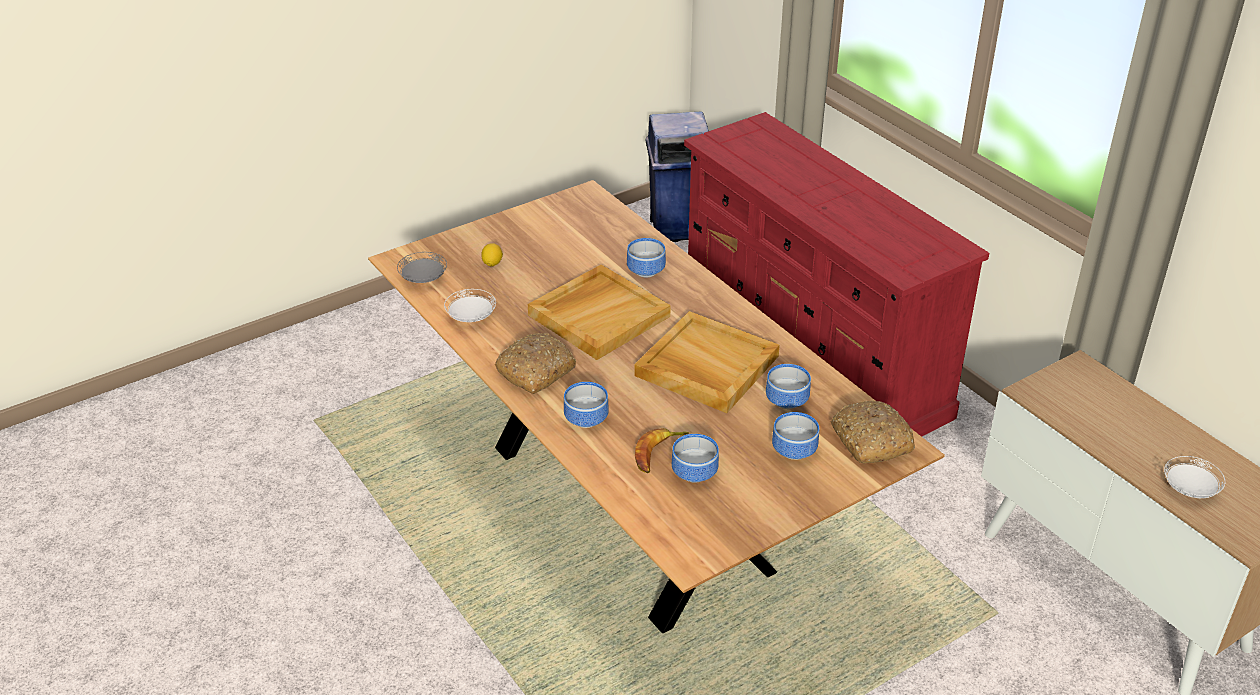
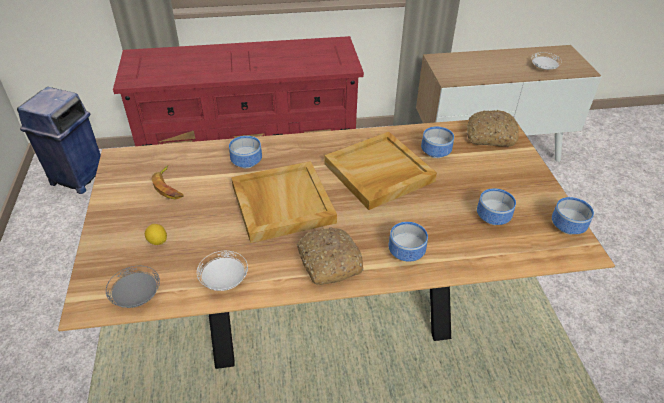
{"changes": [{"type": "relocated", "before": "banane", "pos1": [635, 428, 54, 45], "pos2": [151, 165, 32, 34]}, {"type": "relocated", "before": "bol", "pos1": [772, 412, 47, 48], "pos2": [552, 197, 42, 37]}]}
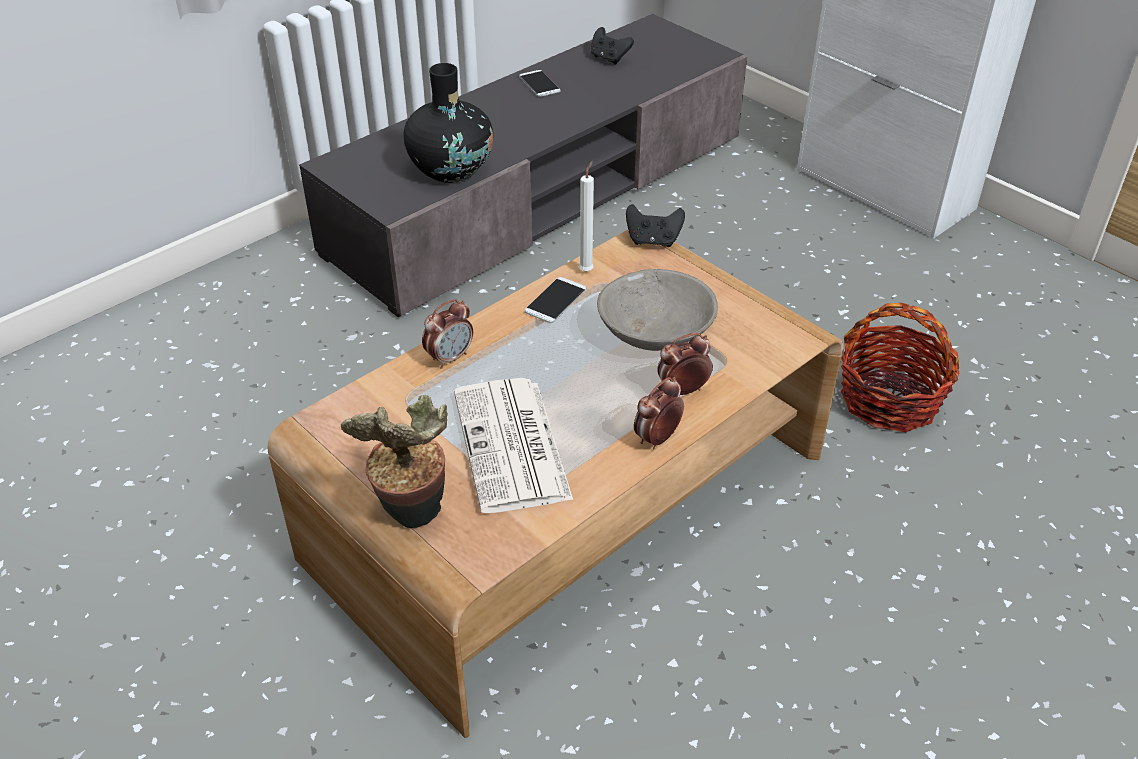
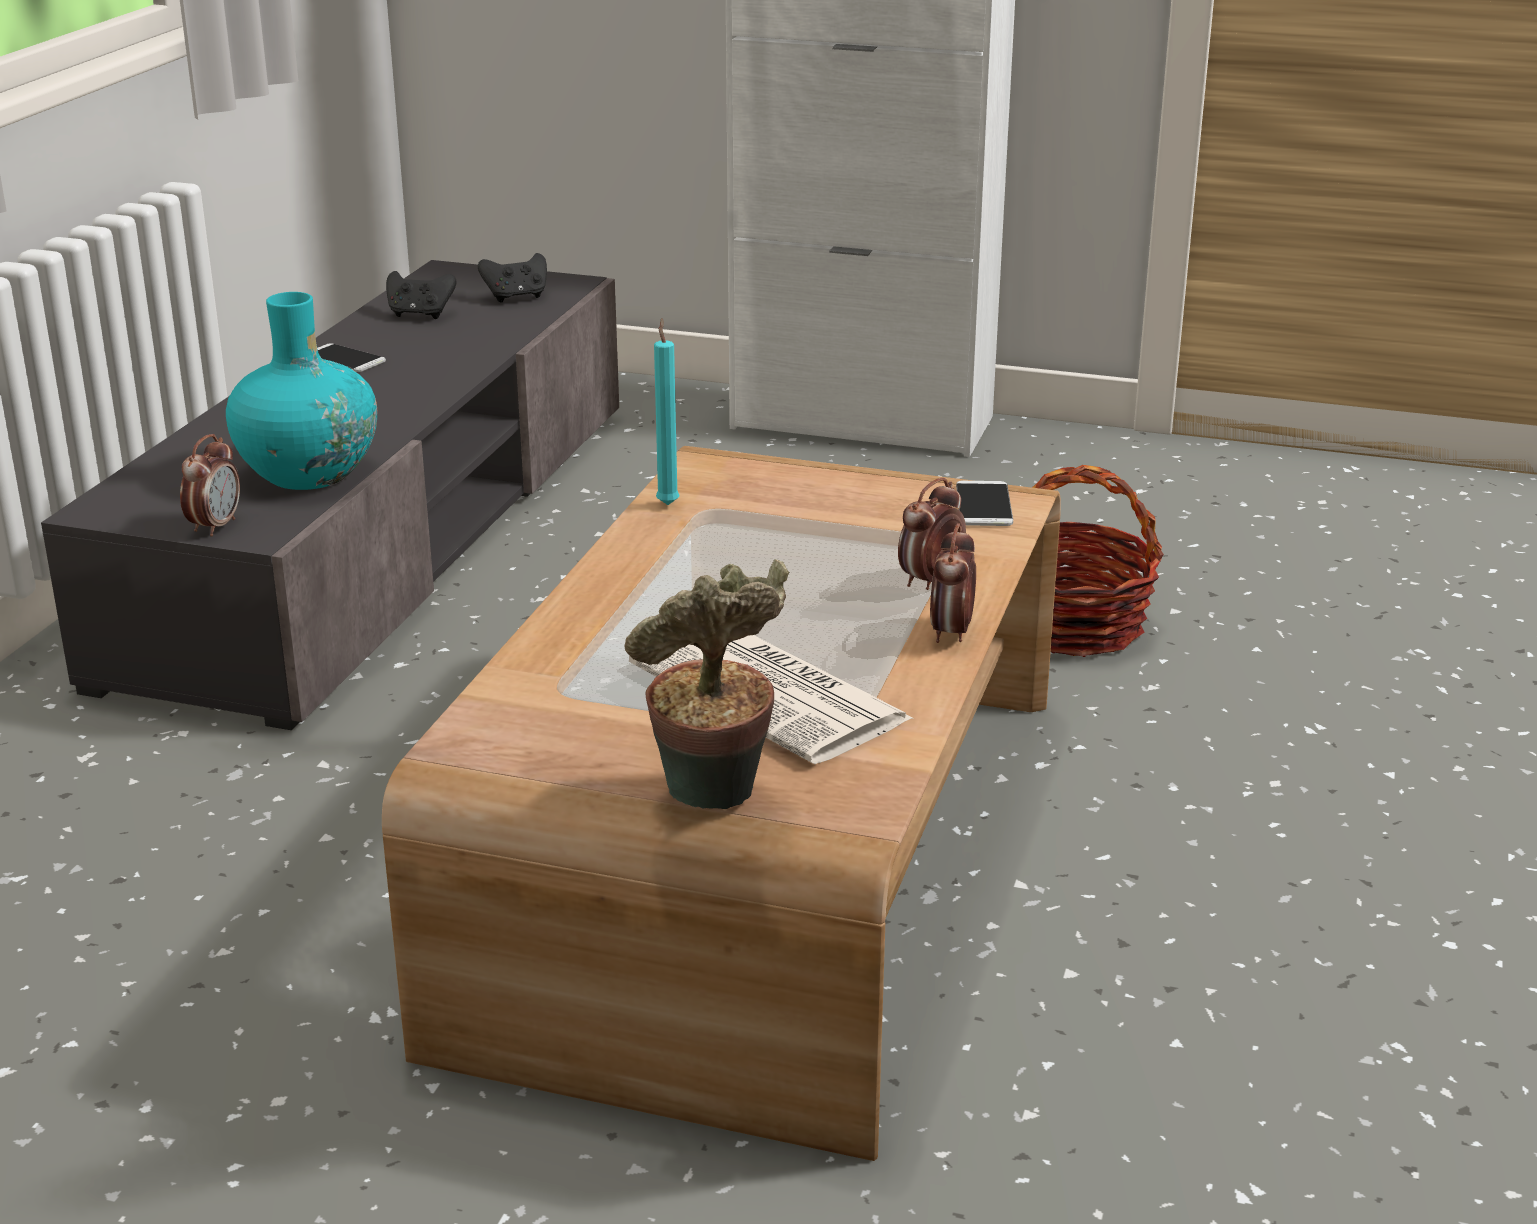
{"changes": [{"type": "relocated", "before": "réveil", "pos1": [422, 299, 51, 70], "pos2": [180, 434, 60, 103]}, {"type": "colour", "before": "vase (noir)", "after": "vase (turquoise)", "pos1": [403, 63, 90, 120], "pos2": [226, 292, 151, 198]}, {"type": "relocated", "before": "manette (noir)", "pos1": [626, 204, 59, 43], "pos2": [478, 253, 69, 50]}, {"type": "colour", "before": "bougie (blanc)", "after": "bougie (turquoise)", "pos1": [579, 161, 15, 111], "pos2": [654, 318, 26, 187]}, {"type": "relocated", "before": "téléphone", "pos1": [525, 277, 61, 46], "pos2": [956, 481, 57, 45]}, {"type": "missing", "before": "bol (gris)", "pos1": [597, 269, 121, 82]}]}
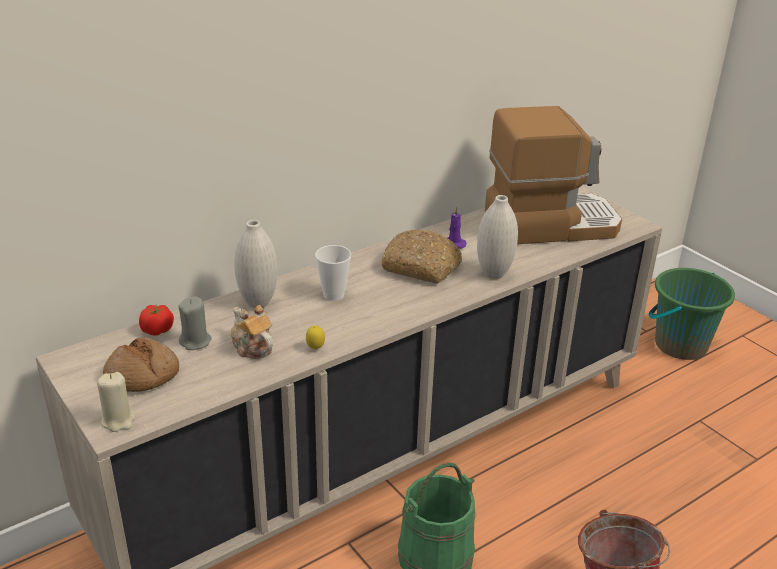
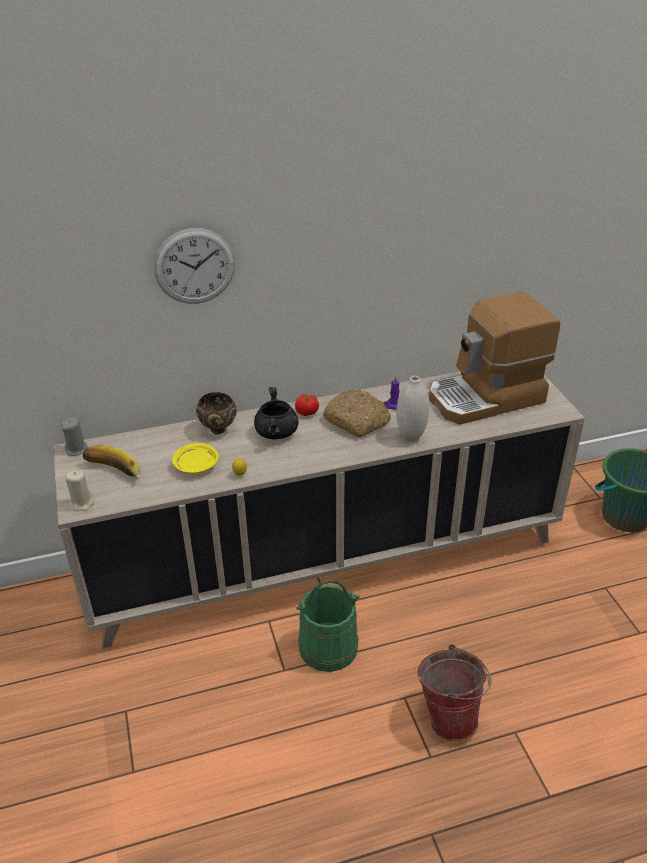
{"changes": [{"type": "relocated", "before": "bougie (gris)", "pos1": [178, 296, 34, 54], "pos2": [61, 417, 28, 39]}, {"type": "exchanged", "before": "pain", "after": "banane", "pos1": [103, 337, 76, 55], "pos2": [83, 445, 58, 33]}, {"type": "appeared", "after": "horloge murale", "pos2": [154, 228, 81, 76]}, {"type": "exchanged", "before": "théière", "after": "assiette (jaune)", "pos1": [231, 305, 42, 54], "pos2": [172, 443, 47, 31]}, {"type": "exchanged", "before": "vase (blanc)", "after": "bol (marron)", "pos1": [234, 220, 43, 88], "pos2": [196, 392, 41, 43]}, {"type": "exchanged", "before": "tasse", "after": "marmite (noir)", "pos1": [315, 245, 37, 56], "pos2": [254, 387, 45, 52]}, {"type": "relocated", "before": "tomate", "pos1": [139, 305, 35, 31], "pos2": [295, 394, 24, 22]}, {"type": "spun", "before": "machine à café", "pos1": [485, 106, 137, 138], "pos2": [429, 292, 131, 132], "turn": 150}]}
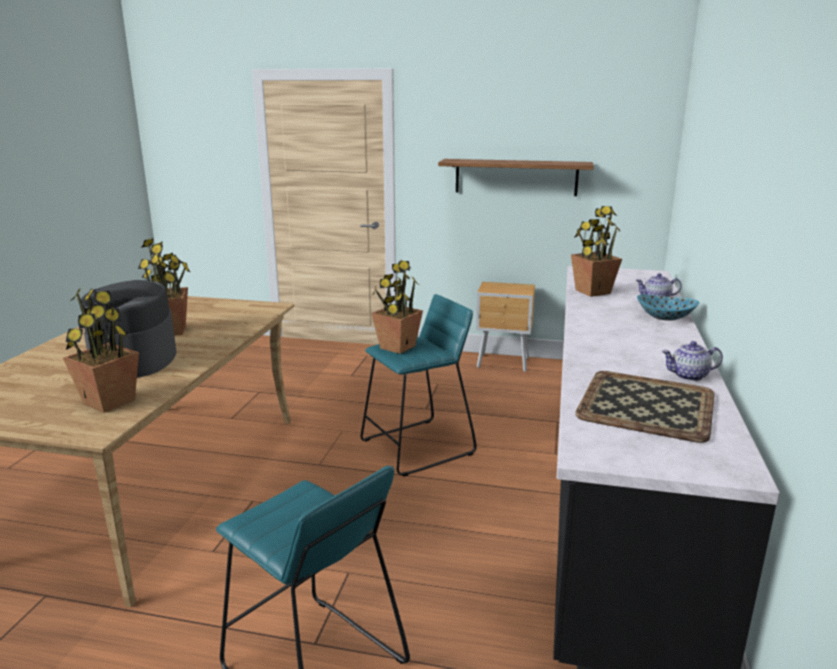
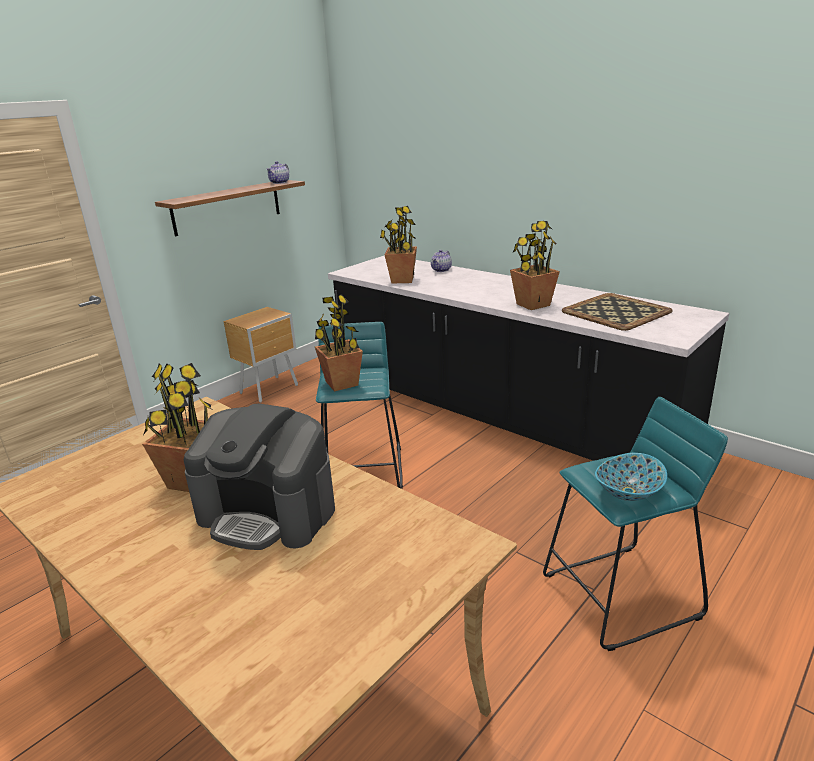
{"changes": [{"type": "relocated", "before": "théière", "pos1": [662, 341, 61, 40], "pos2": [266, 161, 23, 23]}, {"type": "relocated", "before": "plante en pot", "pos1": [63, 288, 76, 125], "pos2": [510, 221, 50, 89]}, {"type": "relocated", "before": "bol", "pos1": [637, 295, 62, 26], "pos2": [595, 453, 72, 48]}]}
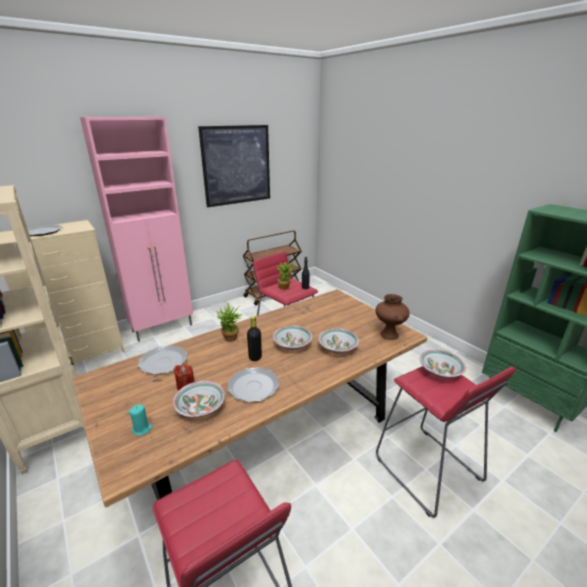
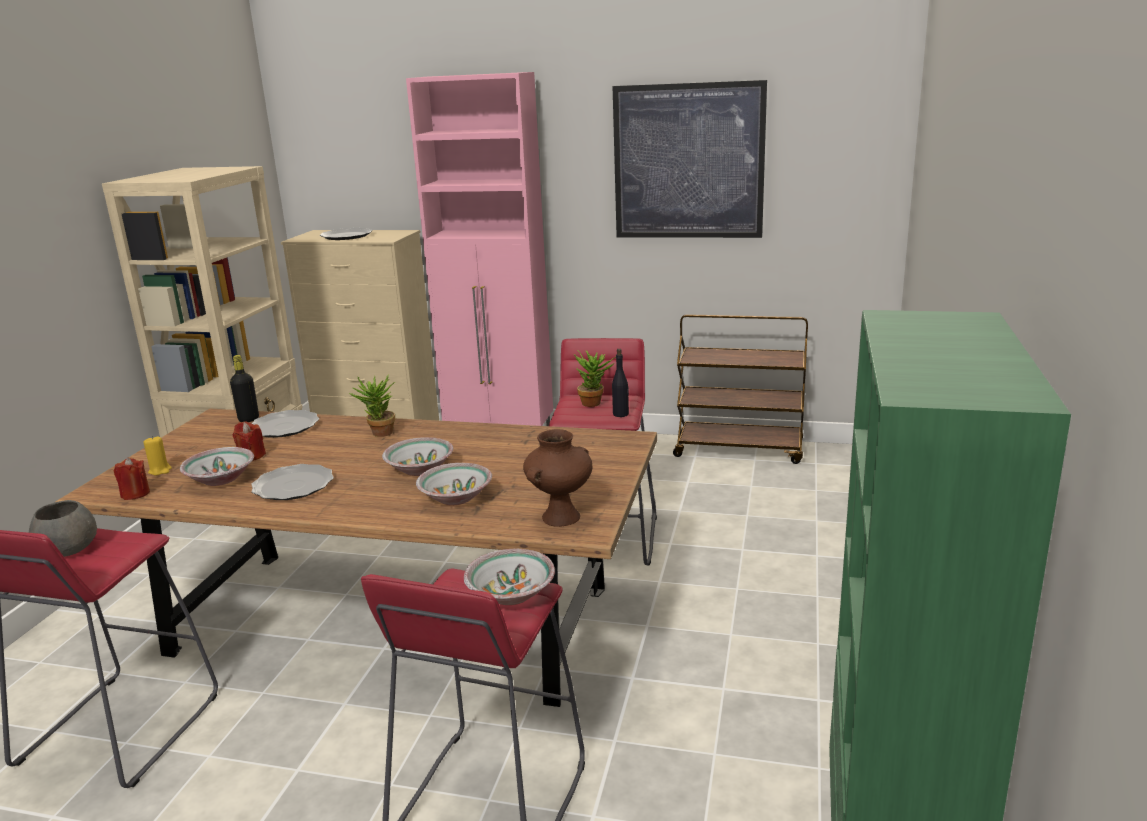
{"changes": [{"type": "appeared", "after": "bol (gris)", "pos2": [29, 500, 68, 57]}, {"type": "appeared", "after": "bougie (rouge)", "pos2": [114, 458, 36, 42]}, {"type": "colour", "before": "bougie (turquoise)", "after": "bougie (jaune)", "pos1": [129, 405, 24, 31], "pos2": [144, 436, 28, 40]}, {"type": "relocated", "before": "bouteille (noir)", "pos1": [247, 316, 15, 45], "pos2": [230, 355, 29, 67]}]}
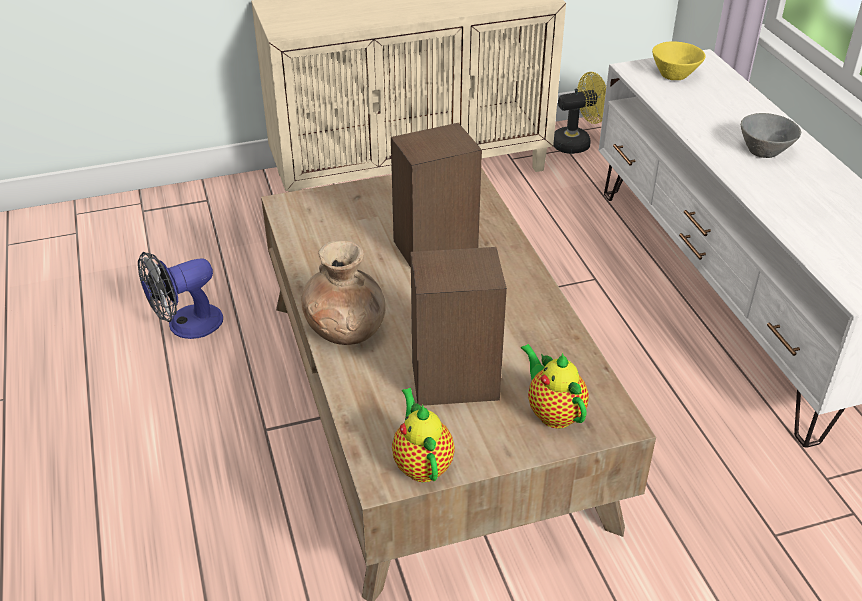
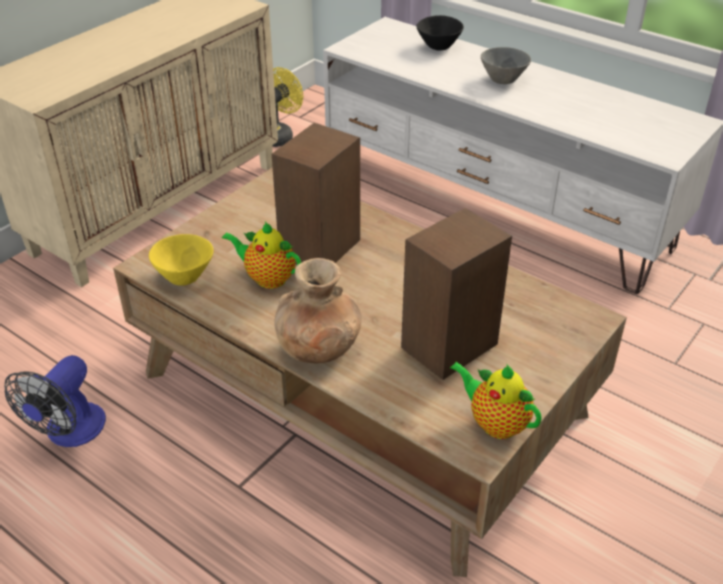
{"changes": [{"type": "relocated", "before": "bol (jaune)", "pos1": [652, 41, 54, 39], "pos2": [149, 234, 64, 52]}, {"type": "relocated", "before": "théière", "pos1": [521, 344, 68, 85], "pos2": [222, 222, 79, 67]}, {"type": "appeared", "after": "bol (noir)", "pos2": [417, 15, 47, 35]}]}
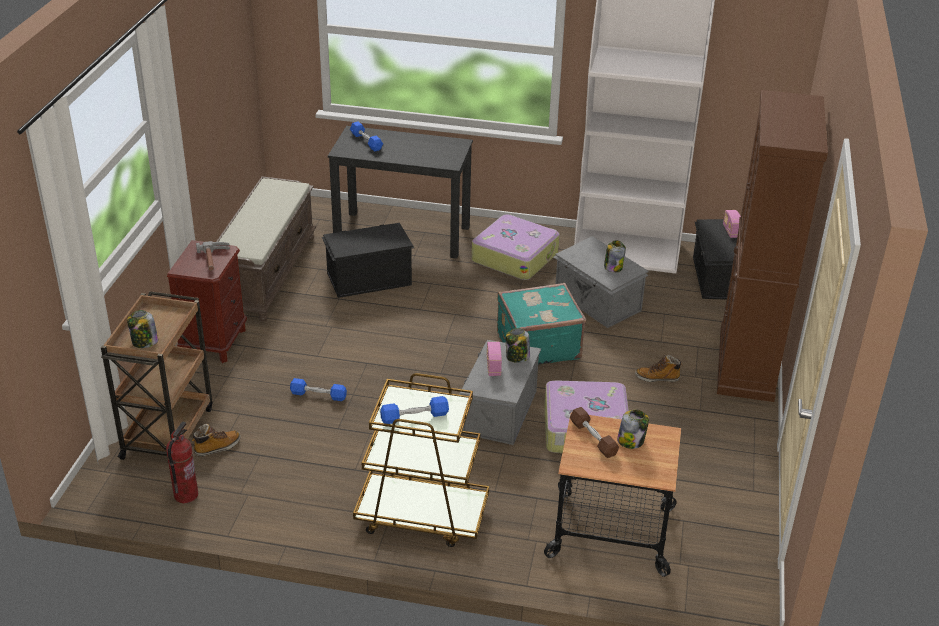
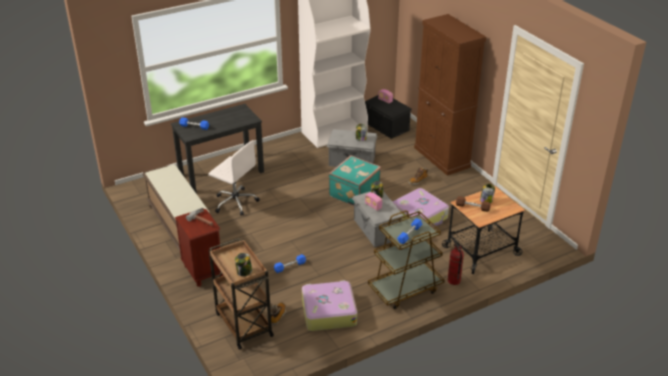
{"changes": [{"type": "exchanged", "before": "boîte de rangement (noir)", "after": "chaise de bureau (blanc)", "pos1": [322, 223, 92, 75], "pos2": [208, 140, 52, 76]}, {"type": "relocated", "before": "valise", "pos1": [472, 214, 88, 66], "pos2": [302, 280, 55, 51]}, {"type": "relocated", "before": "extincteur", "pos1": [166, 421, 32, 82], "pos2": [448, 240, 16, 45]}]}
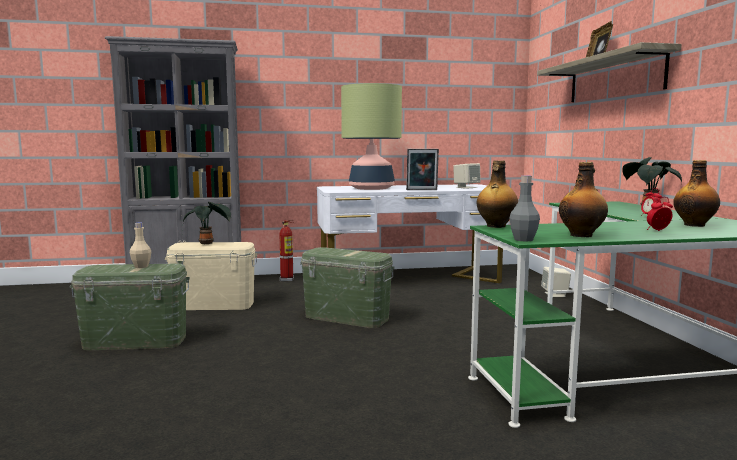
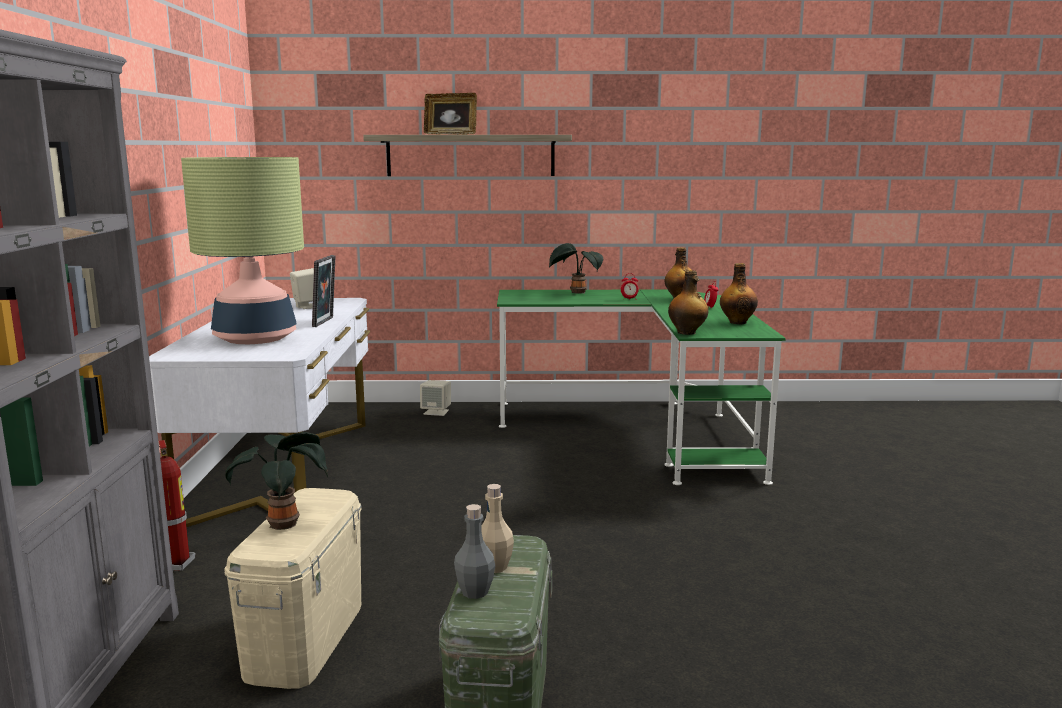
{"changes": [{"type": "relocated", "before": "bouteille (gris)", "pos1": [509, 176, 31, 66], "pos2": [454, 504, 41, 95]}, {"type": "missing", "before": "boîte de rangement (vert)", "pos1": [300, 247, 95, 81]}]}
